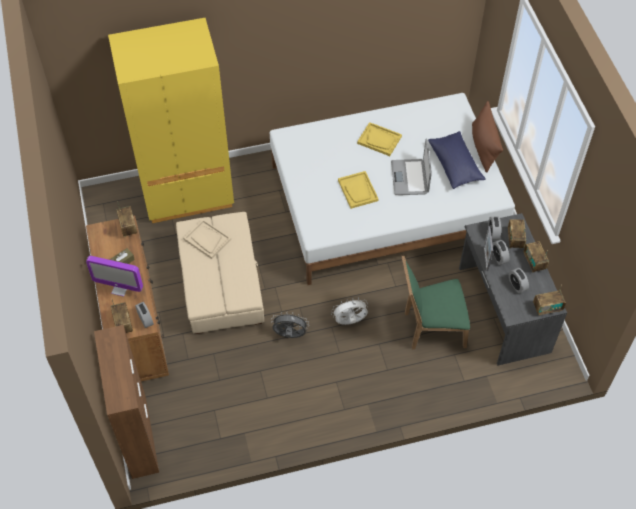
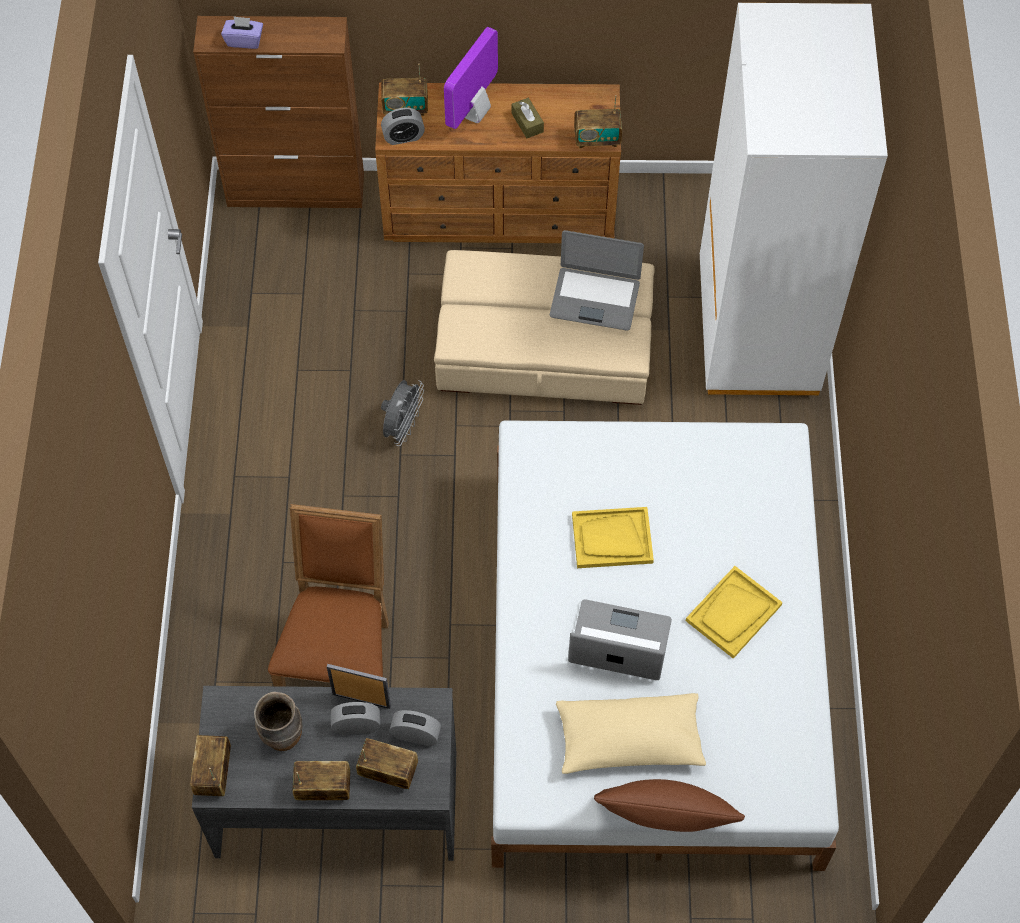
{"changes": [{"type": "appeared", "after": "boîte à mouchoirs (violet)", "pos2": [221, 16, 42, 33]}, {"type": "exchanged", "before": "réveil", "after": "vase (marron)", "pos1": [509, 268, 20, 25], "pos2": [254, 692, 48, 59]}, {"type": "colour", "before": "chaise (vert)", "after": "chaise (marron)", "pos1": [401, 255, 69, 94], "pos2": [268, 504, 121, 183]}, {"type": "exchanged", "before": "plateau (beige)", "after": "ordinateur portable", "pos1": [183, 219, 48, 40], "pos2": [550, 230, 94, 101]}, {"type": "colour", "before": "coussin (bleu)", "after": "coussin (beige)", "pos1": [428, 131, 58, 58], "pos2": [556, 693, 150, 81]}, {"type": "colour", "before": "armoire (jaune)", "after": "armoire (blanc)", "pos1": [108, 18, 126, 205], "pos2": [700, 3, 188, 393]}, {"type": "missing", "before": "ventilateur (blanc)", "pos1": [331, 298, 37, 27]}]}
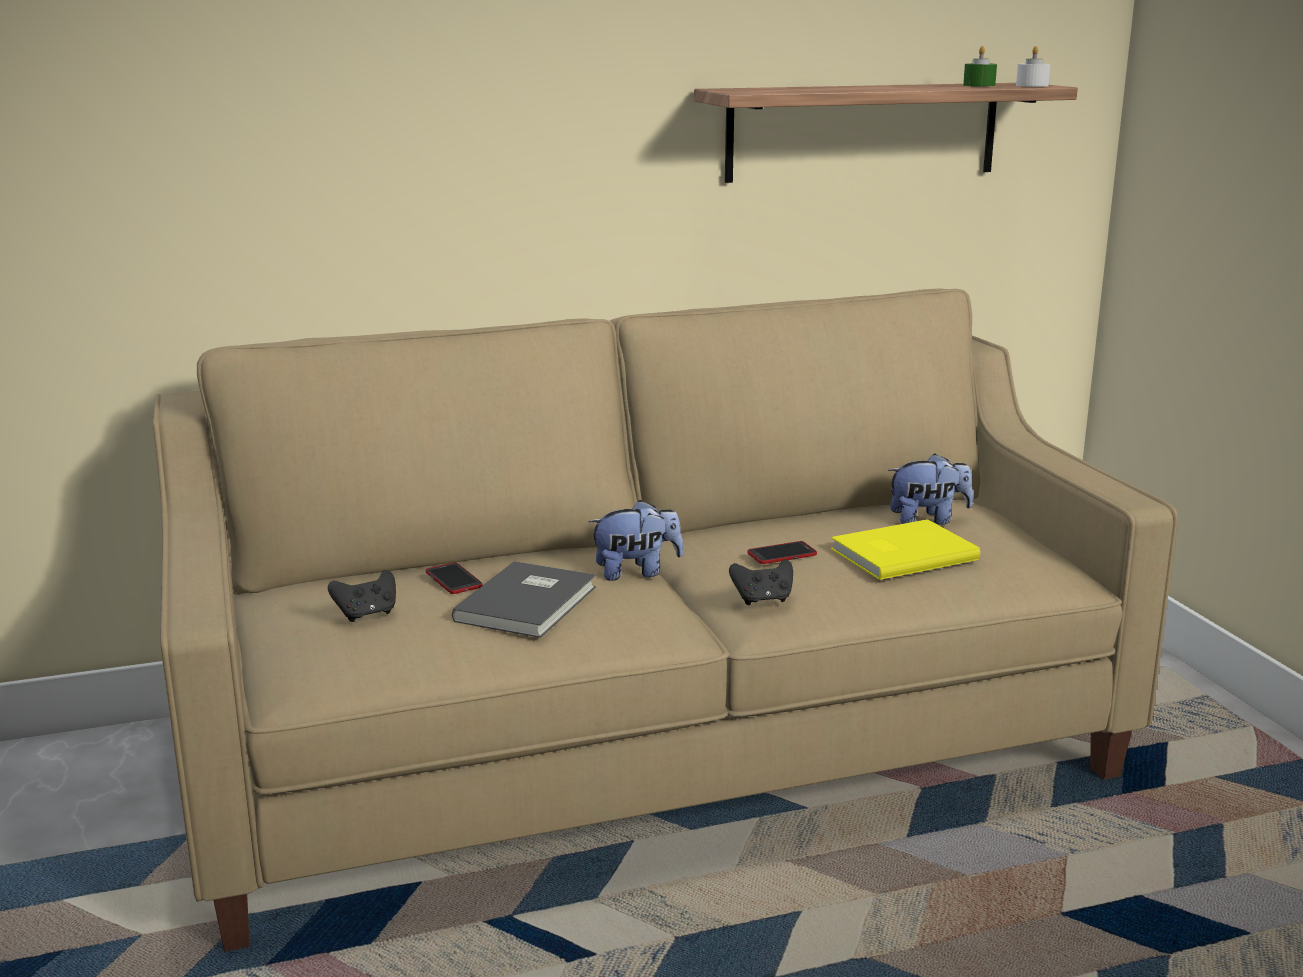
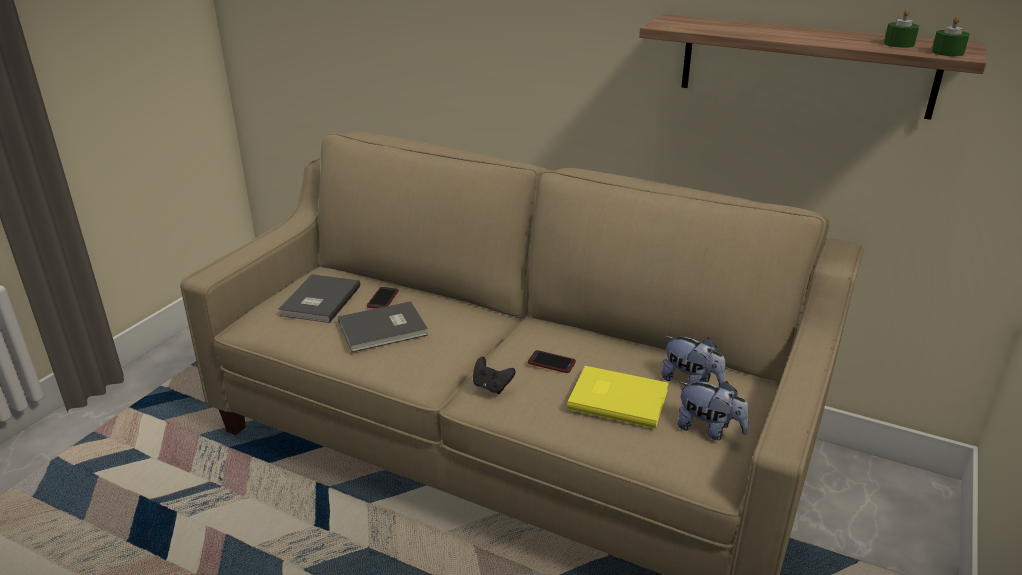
{"changes": [{"type": "exchanged", "before": "manette (noir)", "after": "livre (gris)", "pos1": [328, 570, 68, 52], "pos2": [278, 274, 82, 49]}, {"type": "relocated", "before": "peluche", "pos1": [588, 500, 95, 81], "pos2": [677, 381, 72, 59]}, {"type": "colour", "before": "bougie (blanc)", "after": "bougie (vert)", "pos1": [1016, 46, 34, 41], "pos2": [931, 16, 39, 40]}]}
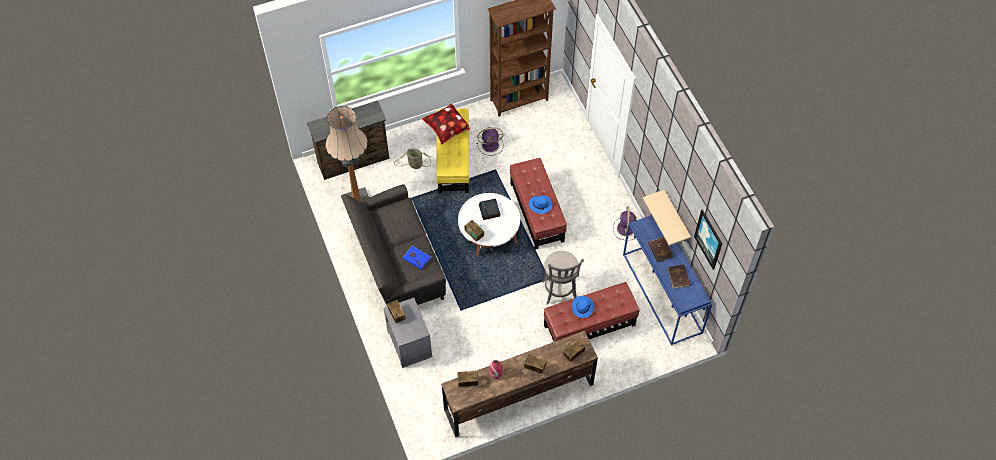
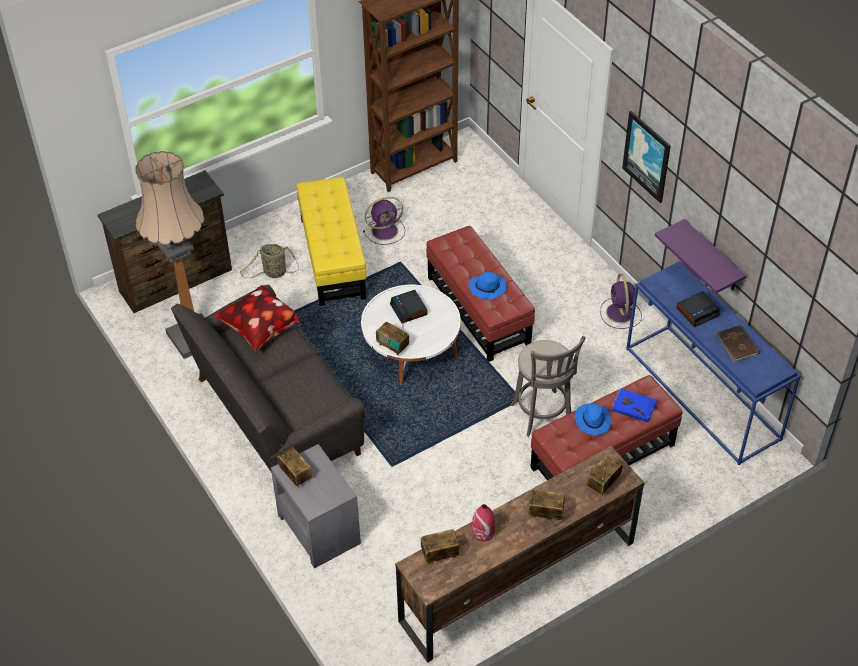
{"changes": [{"type": "relocated", "before": "coussin", "pos1": [422, 104, 48, 40], "pos2": [215, 285, 85, 67]}, {"type": "relocated", "before": "livre (bleu)", "pos1": [403, 245, 28, 25], "pos2": [612, 388, 45, 34]}, {"type": "relocated", "before": "tableau", "pos1": [694, 210, 28, 60], "pos2": [622, 111, 49, 92]}, {"type": "colour", "before": "étagère (beige)", "after": "étagère (violet)", "pos1": [643, 190, 48, 56], "pos2": [655, 219, 91, 74]}, {"type": "exchanged", "before": "livre (marron)", "after": "réveil", "pos1": [648, 237, 25, 25], "pos2": [677, 291, 43, 36]}]}
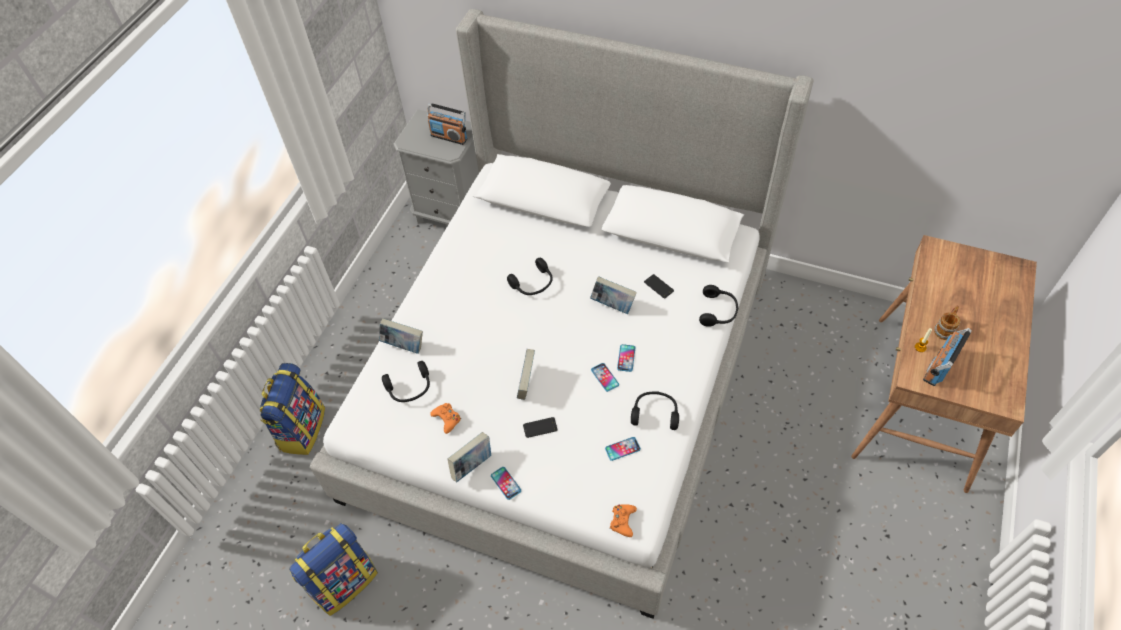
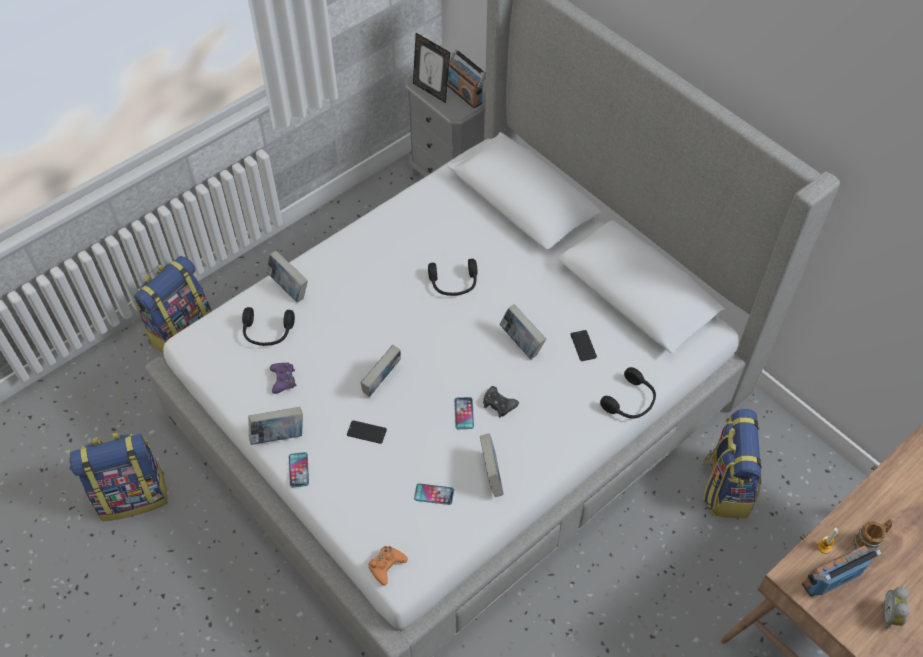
{"changes": [{"type": "colour", "before": "manette (orange)", "after": "manette (violet)", "pos1": [430, 403, 31, 31], "pos2": [270, 362, 27, 32]}, {"type": "appeared", "after": "cadre photo", "pos2": [413, 33, 37, 70]}, {"type": "exchanged", "before": "casque audio (noir)", "after": "livre", "pos1": [631, 392, 48, 38], "pos2": [480, 434, 24, 63]}, {"type": "exchanged", "before": "téléphone", "after": "manette (noir)", "pos1": [617, 344, 18, 28], "pos2": [483, 386, 36, 31]}, {"type": "appeared", "after": "sac à dos", "pos2": [702, 409, 60, 109]}, {"type": "appeared", "after": "réveil", "pos2": [883, 587, 26, 41]}]}
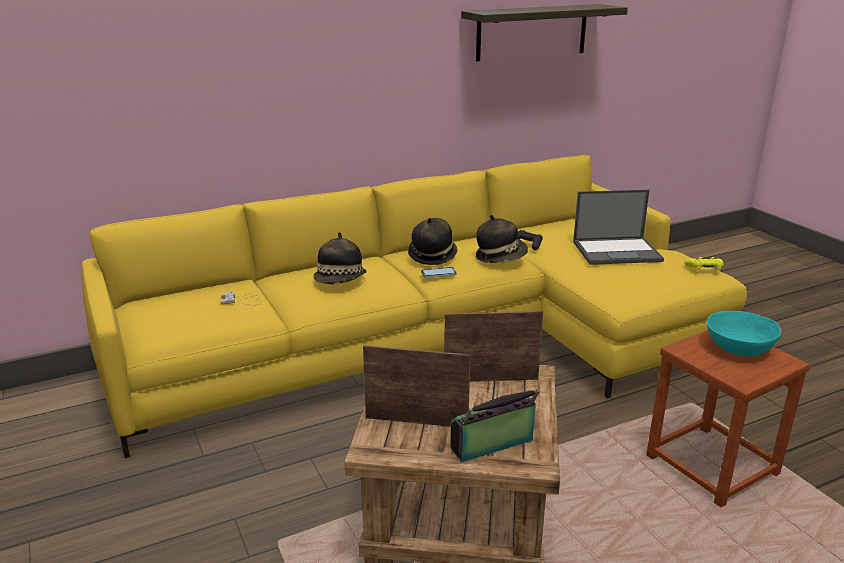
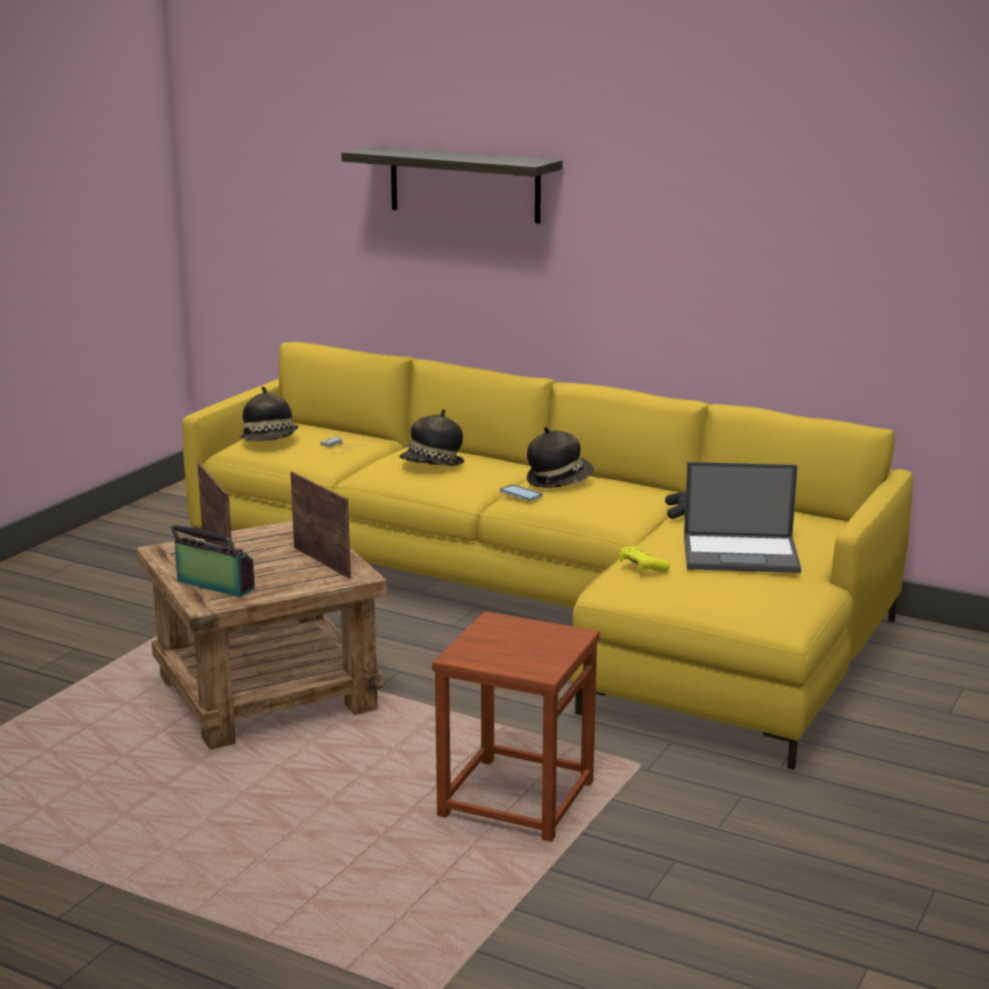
{"changes": [{"type": "relocated", "before": "chapeau", "pos1": [476, 215, 52, 48], "pos2": [240, 386, 59, 56]}, {"type": "relocated", "before": "étagère", "pos1": [461, 4, 167, 57], "pos2": [341, 146, 222, 78]}, {"type": "relocated", "before": "manette (jaune)", "pos1": [684, 257, 40, 14], "pos2": [620, 546, 50, 26]}, {"type": "spun", "before": "ordinateur portable", "pos1": [573, 189, 91, 76], "pos2": [684, 462, 117, 111], "turn": -45}, {"type": "missing", "before": "bol (turquoise)", "pos1": [707, 311, 74, 46]}]}
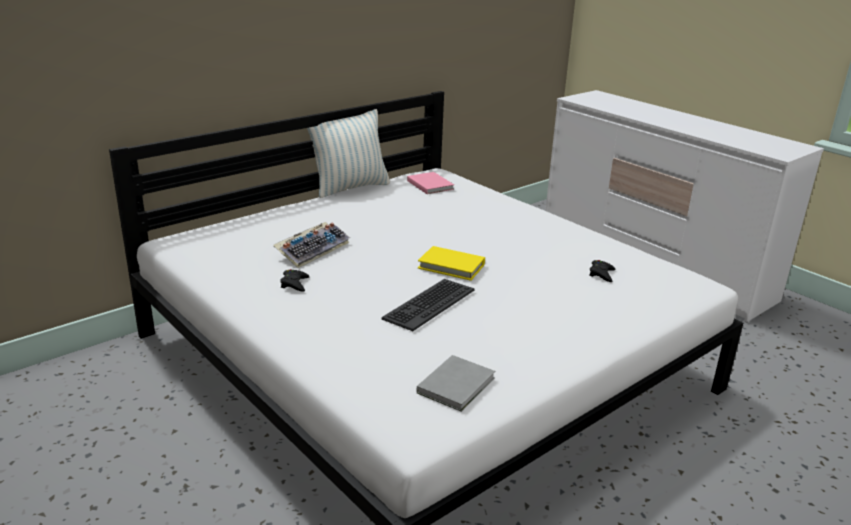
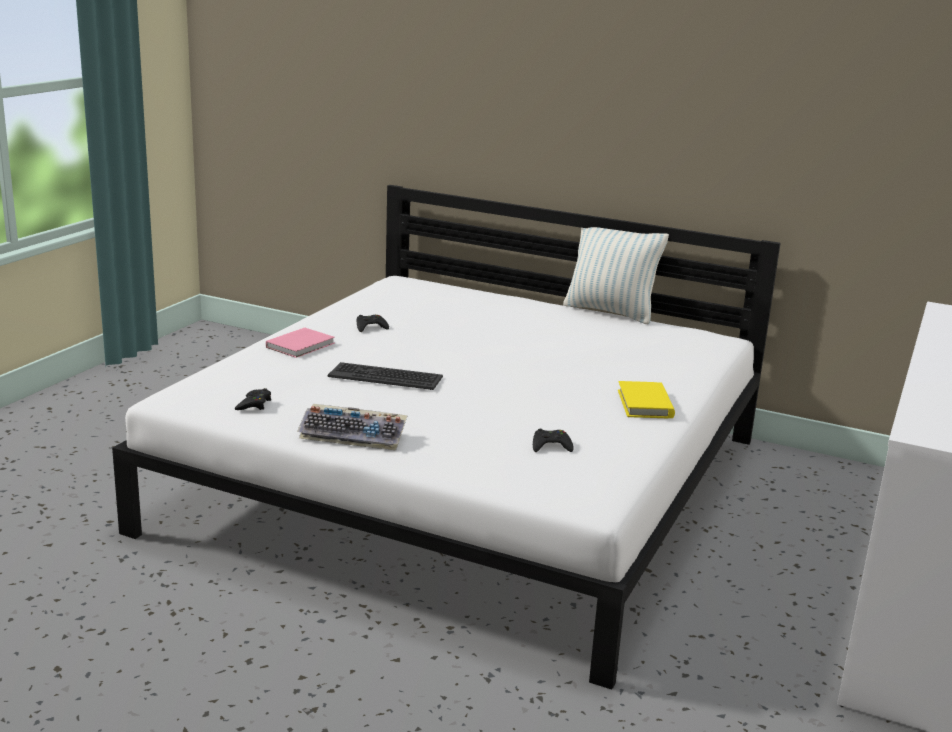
{"changes": [{"type": "exchanged", "before": "livre (gris)", "after": "manette (noir)", "pos1": [417, 355, 78, 57], "pos2": [235, 388, 36, 22]}, {"type": "relocated", "before": "livre (rose)", "pos1": [407, 172, 47, 22], "pos2": [266, 328, 69, 30]}, {"type": "relocated", "before": "clavier", "pos1": [273, 222, 77, 46], "pos2": [297, 404, 110, 46]}, {"type": "relocated", "before": "livre (jaune)", "pos1": [418, 246, 67, 35], "pos2": [618, 381, 57, 37]}]}
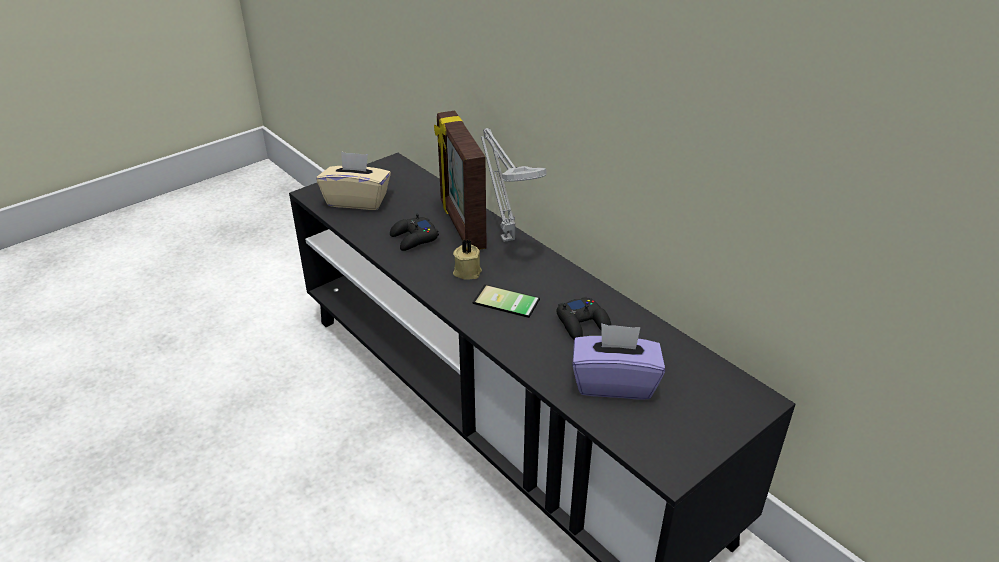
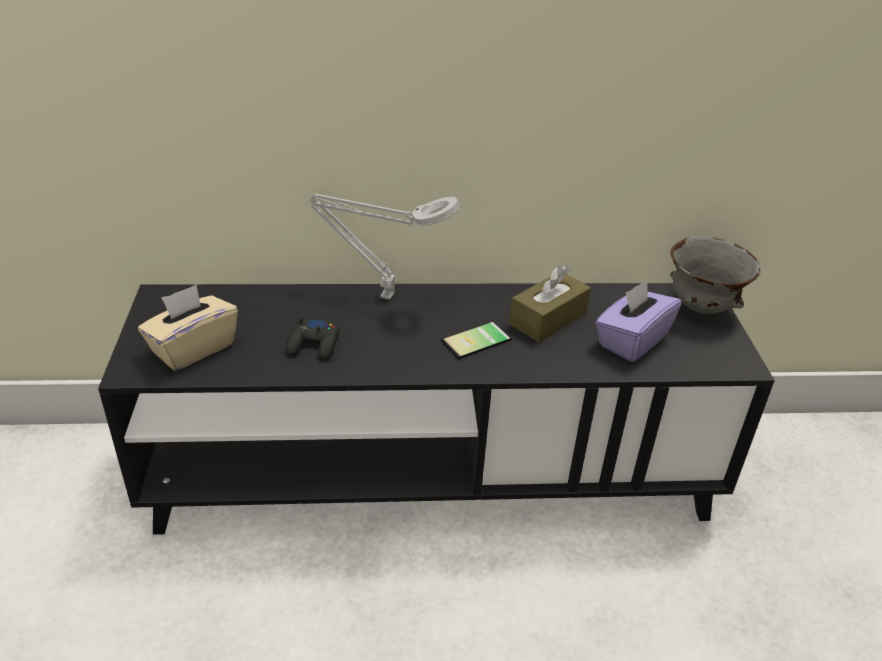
{"changes": [{"type": "exchanged", "before": "manette (noir)", "after": "boîte à mouchoirs (marron)", "pos1": [556, 297, 55, 43], "pos2": [509, 265, 82, 77]}, {"type": "appeared", "after": "bol (gris)", "pos2": [670, 236, 91, 78]}, {"type": "missing", "before": "cadre photo", "pos1": [434, 111, 53, 139]}, {"type": "missing", "before": "bougie (beige)", "pos1": [453, 240, 29, 40]}]}
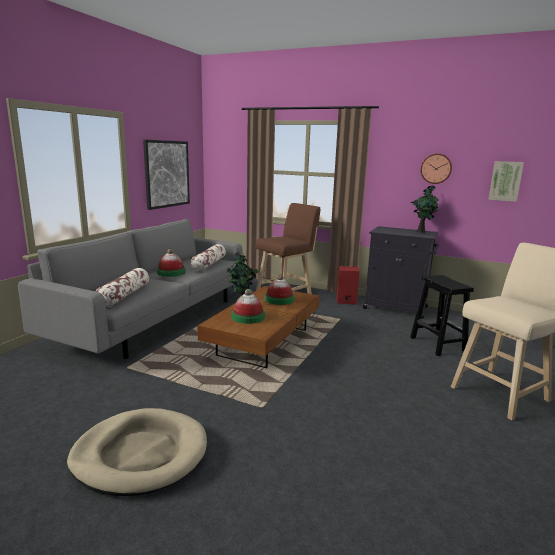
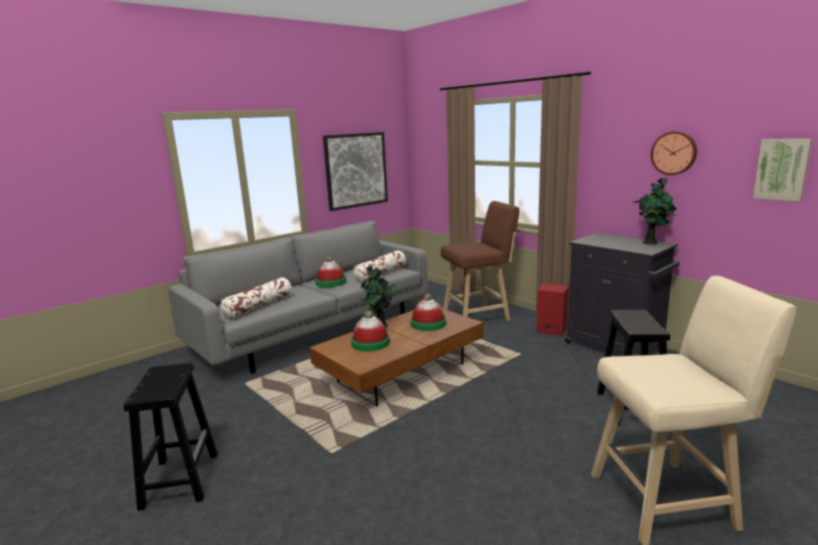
{"changes": [{"type": "exchanged", "before": "panier pour chien (beige)", "after": "tabouret (noir)", "pos1": [67, 408, 140, 88], "pos2": [123, 363, 95, 148]}]}
